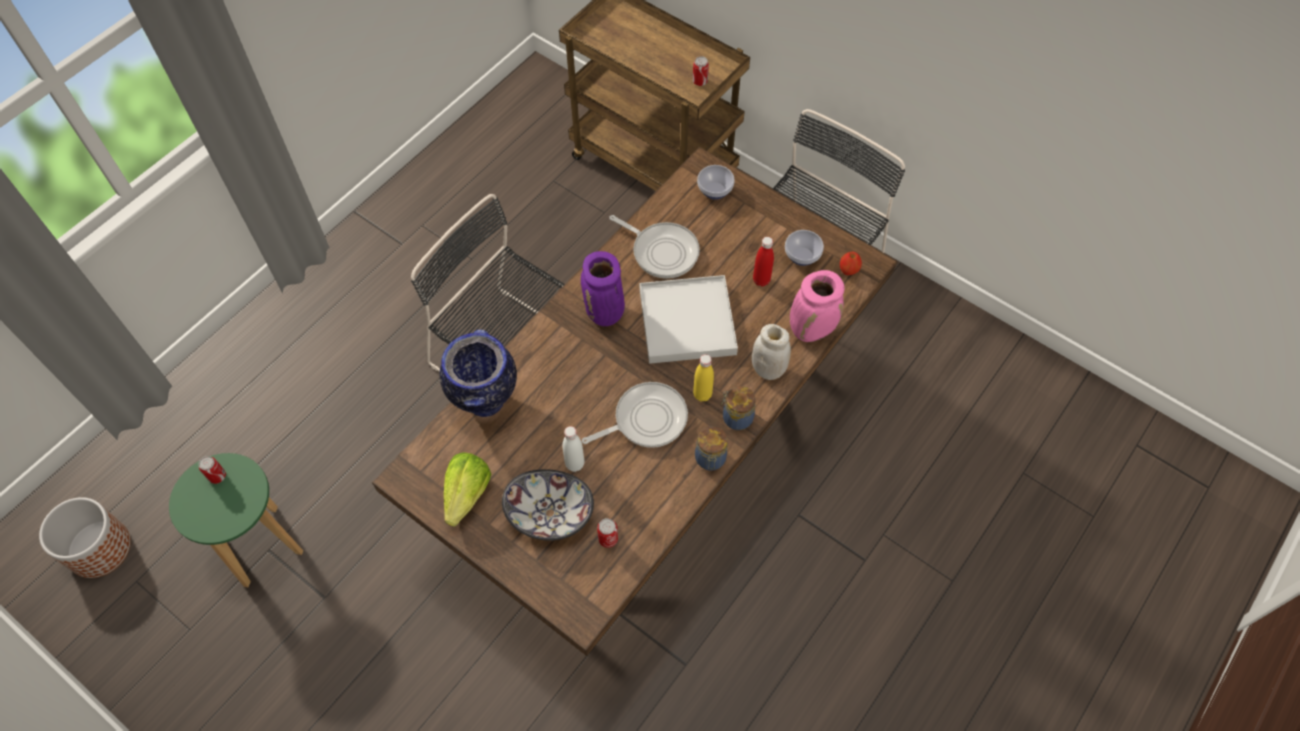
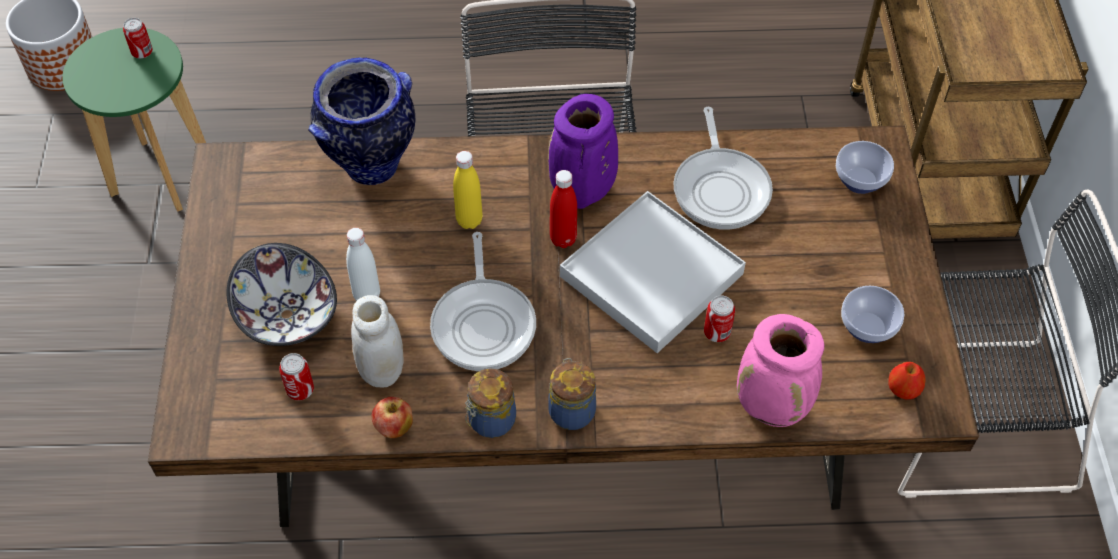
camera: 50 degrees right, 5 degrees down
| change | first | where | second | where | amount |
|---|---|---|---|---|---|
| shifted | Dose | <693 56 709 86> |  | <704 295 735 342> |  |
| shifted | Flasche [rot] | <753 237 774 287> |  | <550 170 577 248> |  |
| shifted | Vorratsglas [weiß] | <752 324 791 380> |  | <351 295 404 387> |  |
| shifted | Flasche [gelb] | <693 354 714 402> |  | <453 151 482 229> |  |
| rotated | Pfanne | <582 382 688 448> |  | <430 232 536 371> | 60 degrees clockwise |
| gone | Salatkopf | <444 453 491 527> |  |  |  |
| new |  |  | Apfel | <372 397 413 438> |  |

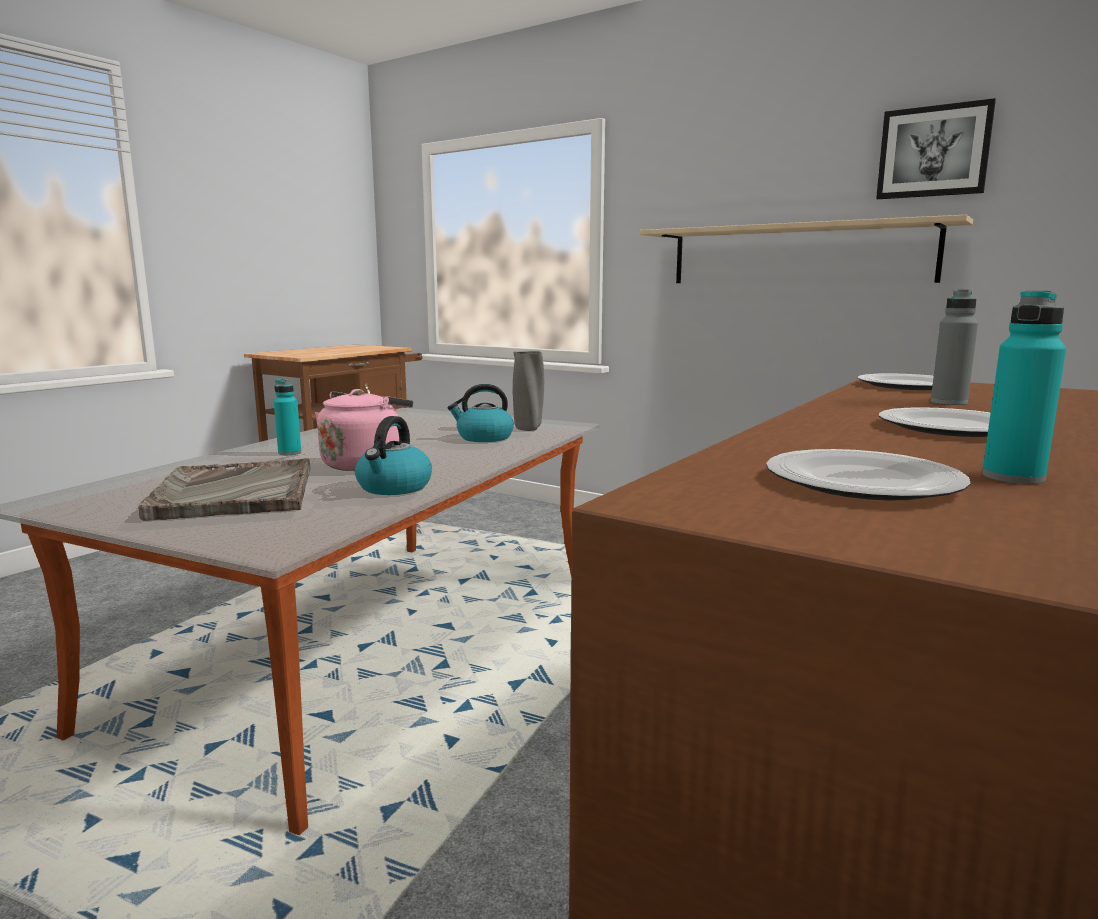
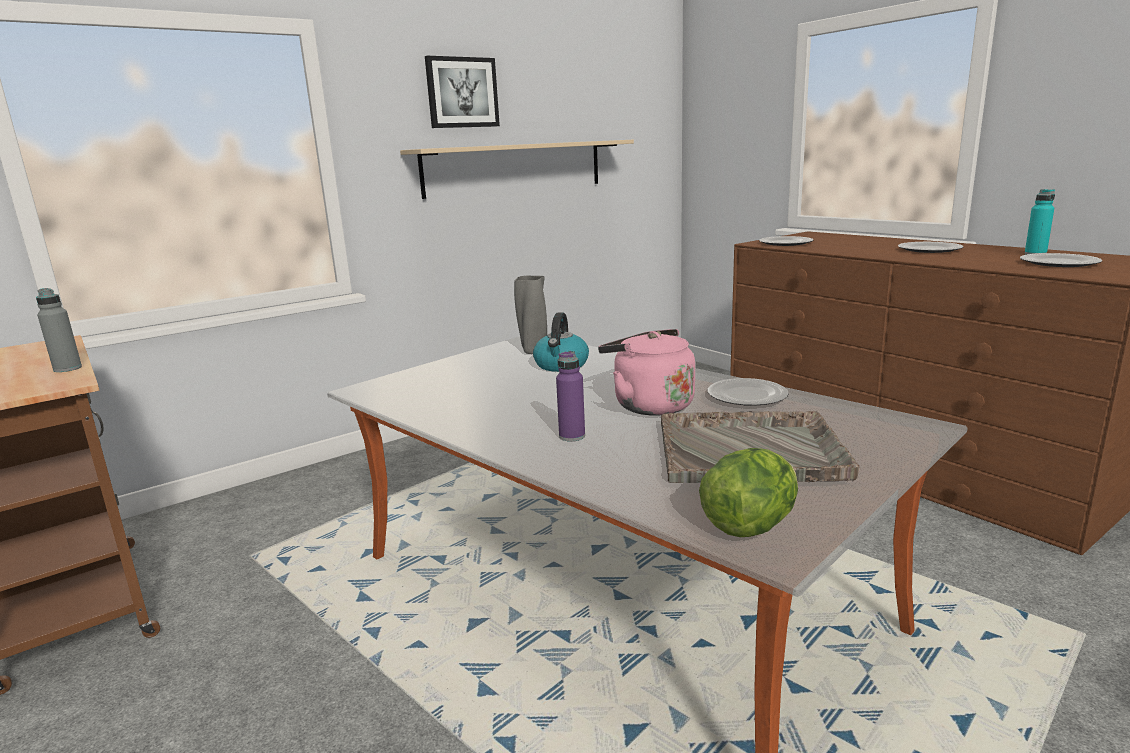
camera: 70 degrees left, 5 degrees up
| change | first | where | second | where | amount |
|---|---|---|---|---|---|
| shifted | Bild | <876 98 996 199> |  | <425 56 500 128> |  |
| shifted | Flasche [grau] | <931 289 978 405> |  | <36 288 82 372> |  |
| repainted | Flasche [türkis] | <274 378 301 455> | Flasche [lila] | <556 351 585 441> |  |
| swapped | Wasserkessel | <355 416 432 495> | Teller | <708 378 789 406> |  |
| new |  |  | Salatkopf | <699 448 798 537> |  |

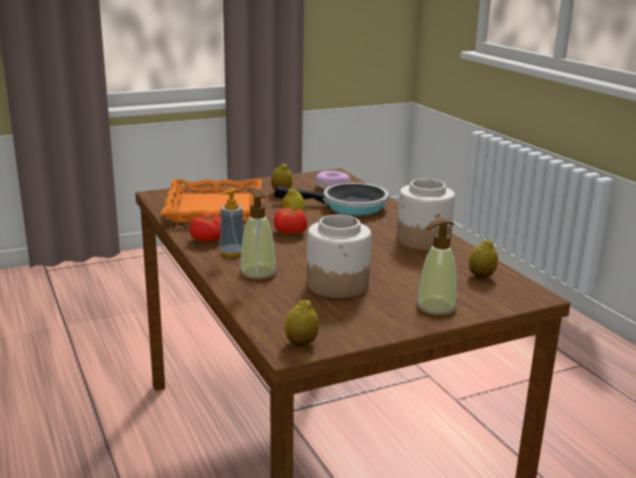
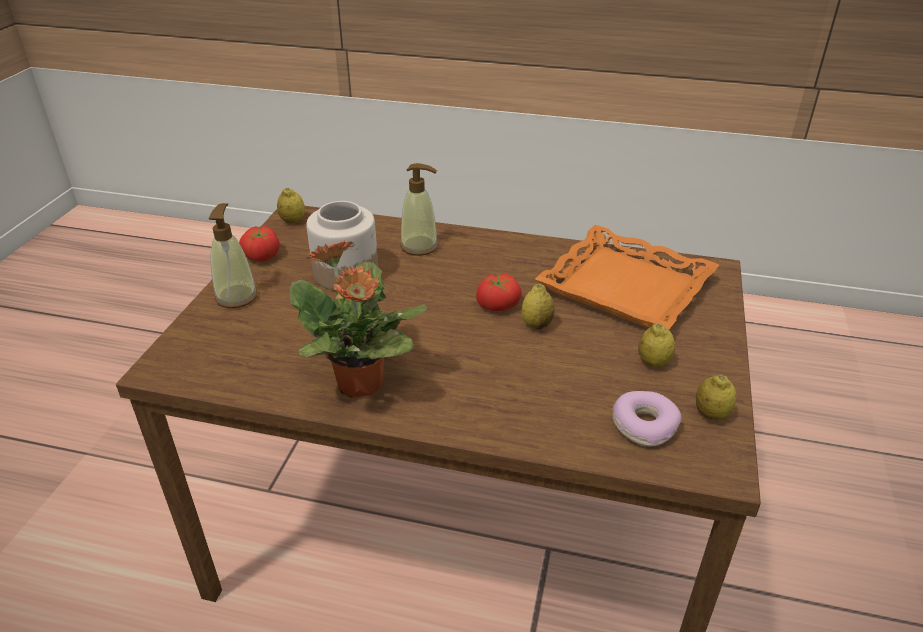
camera: 130 degrees right, 15 degrees up
| change | first | where | second | where | amount |
|---|---|---|---|---|---|
| swapped | Vorratsglas | <397 179 455 250> | Topfpflanze | <290 241 427 398> |  |
| gone | Pfanne | <274 183 389 216> |  |  |  |
| gone | Seifenspender | <220 188 244 257> |  |  |  |
| shifted | Tomate | <190 214 220 242> |  | <239 226 280 262> |  |
| shifted | Zitrone | <469 239 498 278> |  | <696 375 737 420> |  |

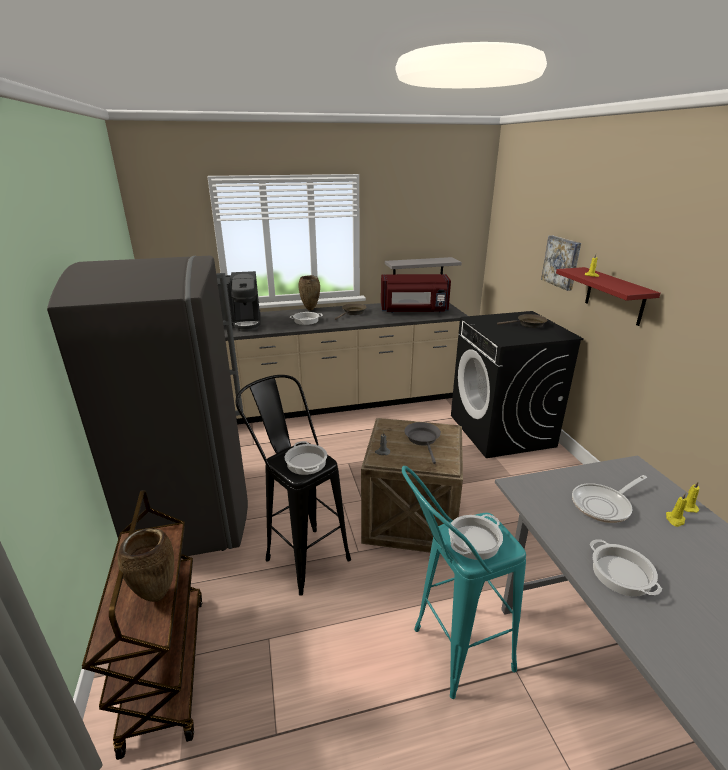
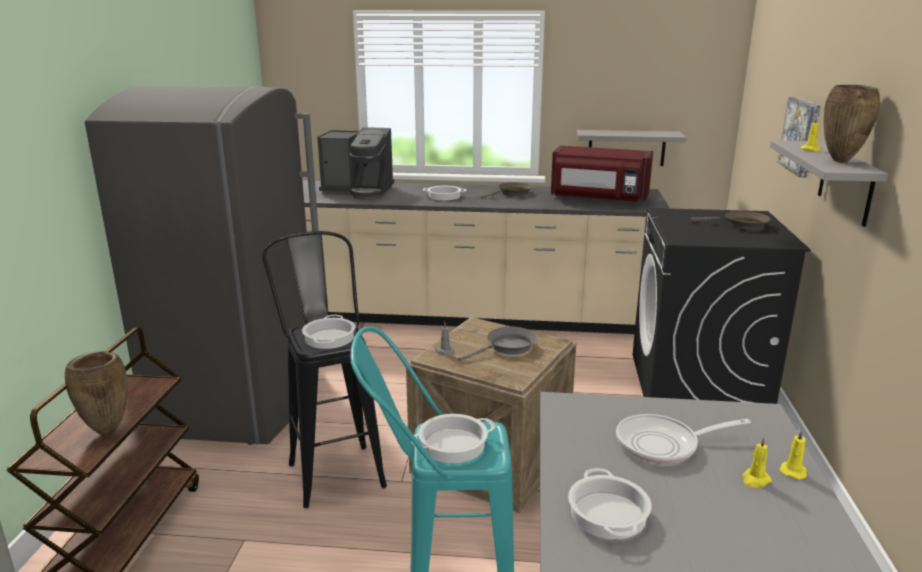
camera: 20 degrees right, 5 degrees down
| change | first | where | second | where | amount |
|---|---|---|---|---|---|
| repainted | Wandregal [rot] | <556 267 661 326> | Wandregal [grau] | <770 141 888 227> |  |
| shifted | Vase [braun] | <298 275 320 311> |  | <824 85 880 163> |  |
| rotated | Pfanne [grau] | <404 422 441 464> |  | <458 327 537 361> | 45 degrees clockwise |

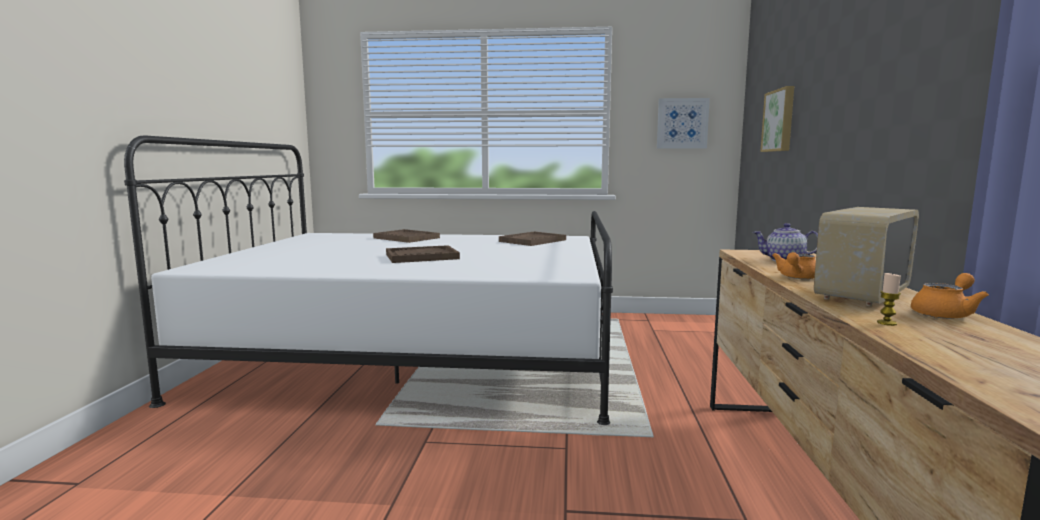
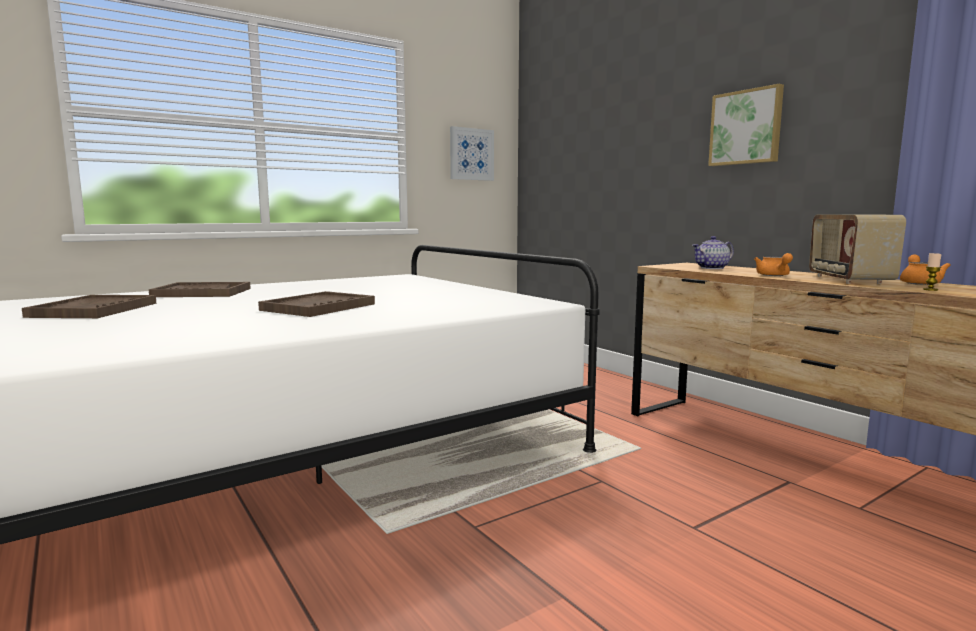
camera: 40 degrees left, 0 degrees up
| change | first | where | second | where | amount |
|---|---|---|---|---|---|
| shifted | Bild | <760 86 794 152> |  | <708 84 784 166> |  |
| shifted | Tablett [braun] | <499 231 566 246> |  | <22 295 156 318> |  |

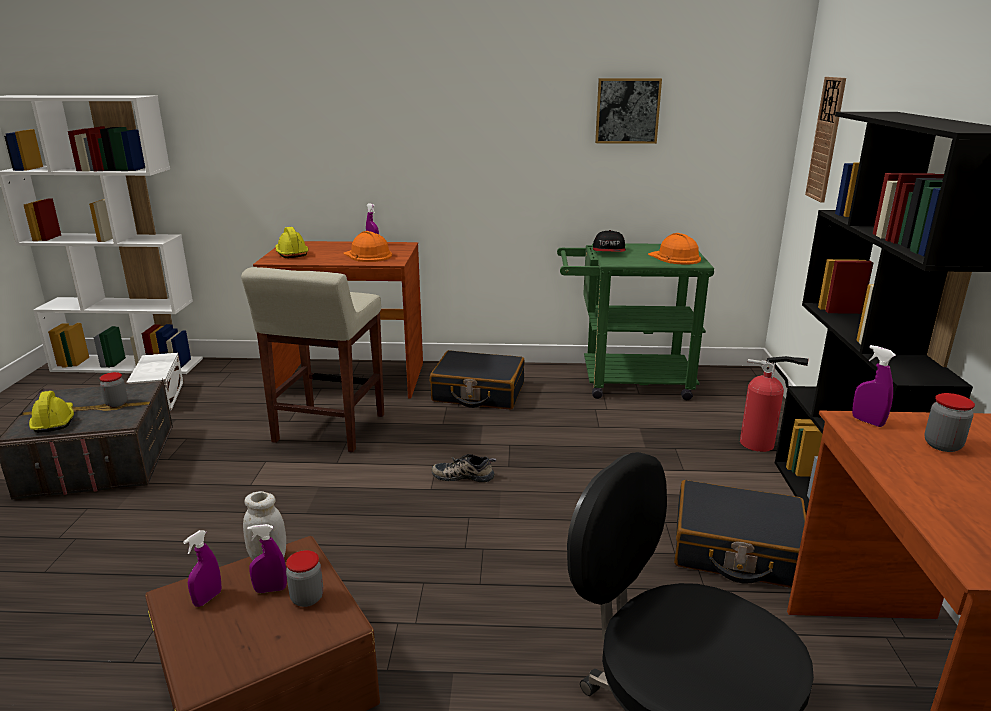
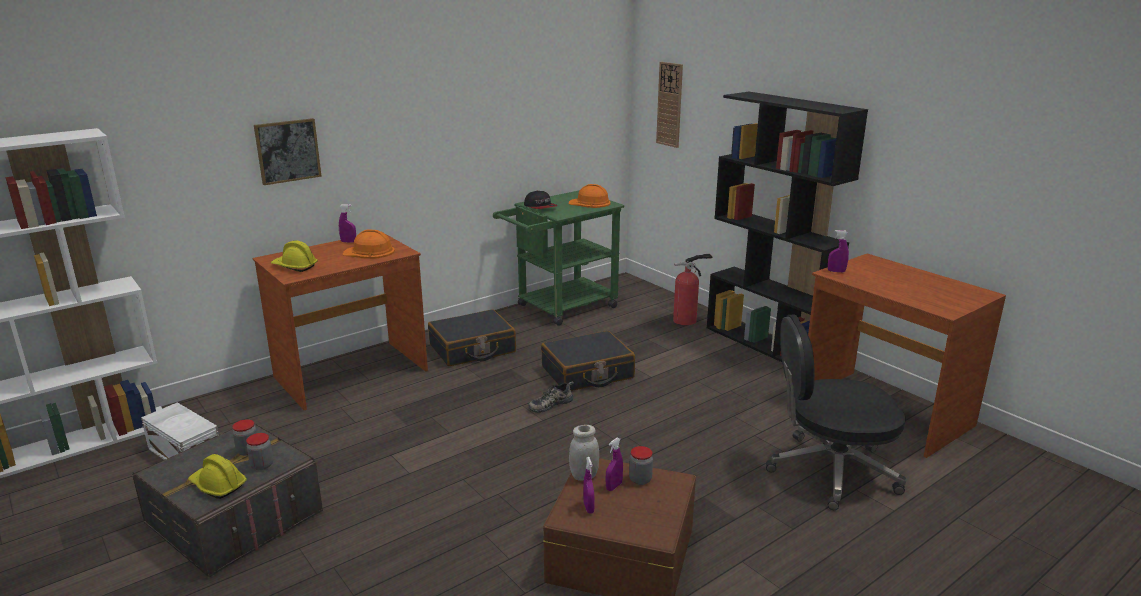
camera: 40 degrees left, 0 degrees up
| change | first | where | second | where | amount |
|---|---|---|---|---|---|
| shifted | Bild | <595 78 662 144> |  | <254 118 322 185> |  |
| gone | Hocker [beige] | <241 267 384 452> |  |  |  |
| shifted | Vorratsglas | <924 393 975 452> |  | <246 433 273 470> |  |
| shifted | Koffer [schwarz] | <674 480 806 588> |  | <541 331 635 391> |  |

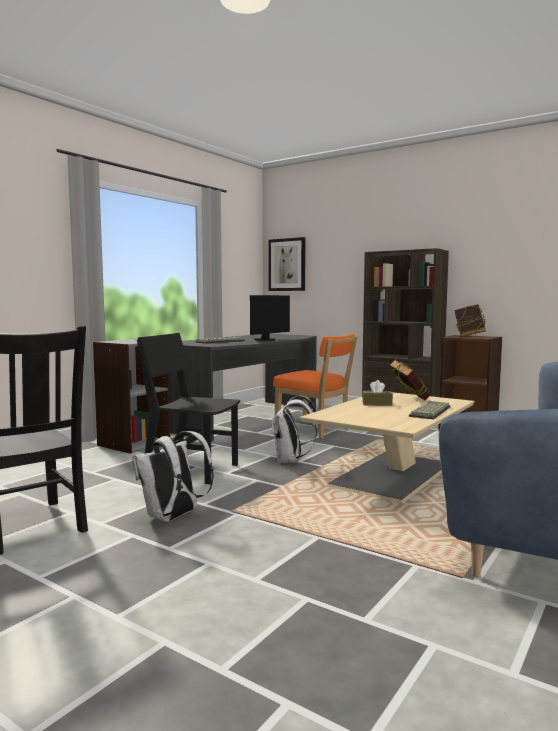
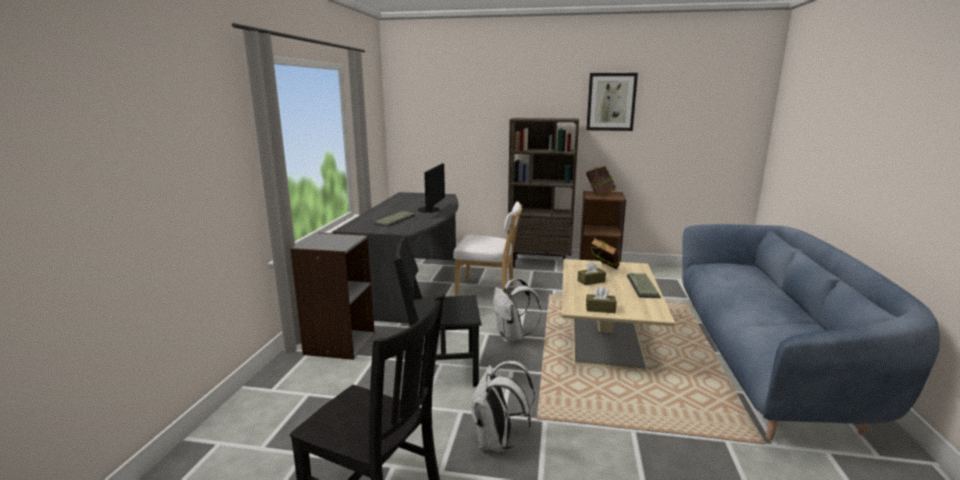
camera: 25 degrees left, 10 degrees up
| change | first | where | second | where | amount |
|---|---|---|---|---|---|
| shifted | Bild | <268 237 306 291> |  | <586 73 638 131> |  |
| repainted | Stuhl [orange] | <273 333 357 439> | Stuhl [weiß] | <453 201 522 296> |  |
| new |  |  | Taschentuchbox [braun] | <586 286 617 313> |  |

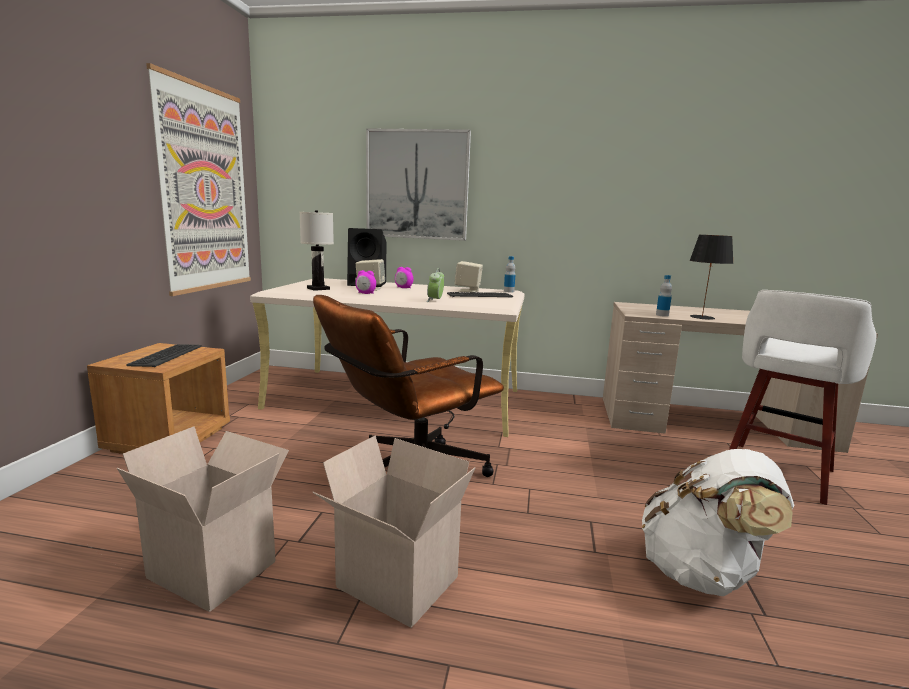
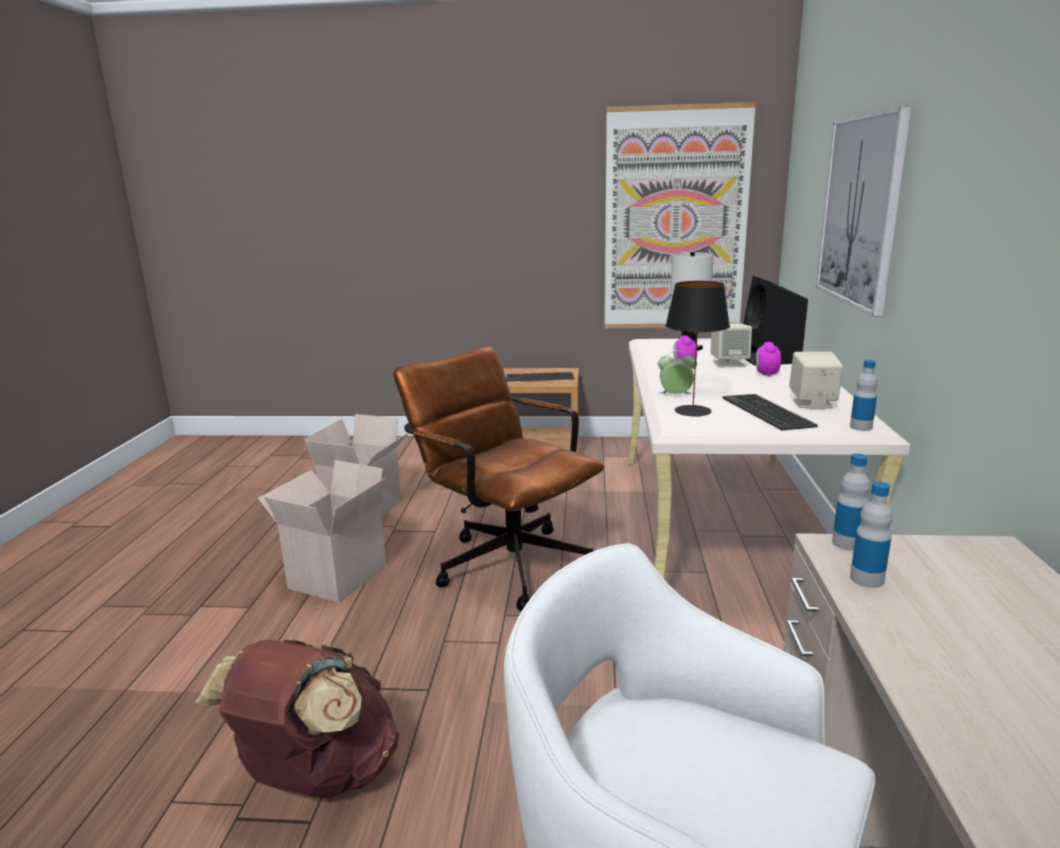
camera: 85 degrees right, 5 degrees up
| change | first | where | second | where | amount |
|---|---|---|---|---|---|
| shifted | Tischlampe [schwarz] | <690 235 733 320> |  | <665 281 730 416> |  |
| repainted | Rucksack [weiß] | <642 449 795 596> | Rucksack [braun] | <195 639 399 798> |  |
| new |  |  | Flasche | <832 453 870 551> |  |

